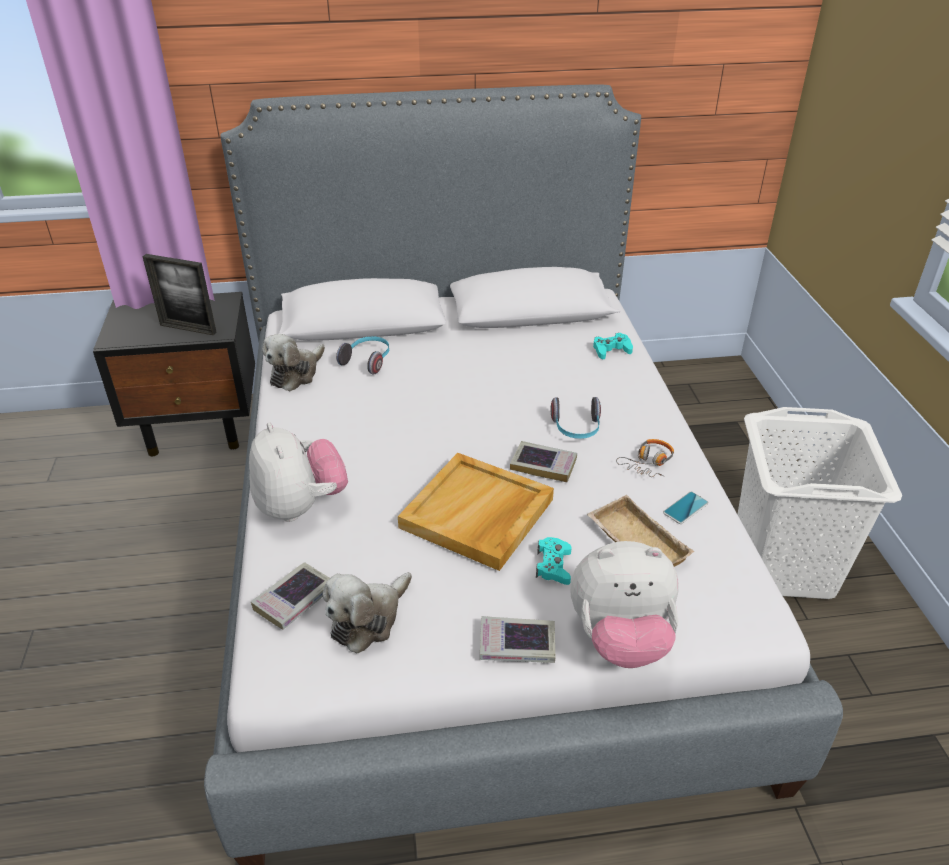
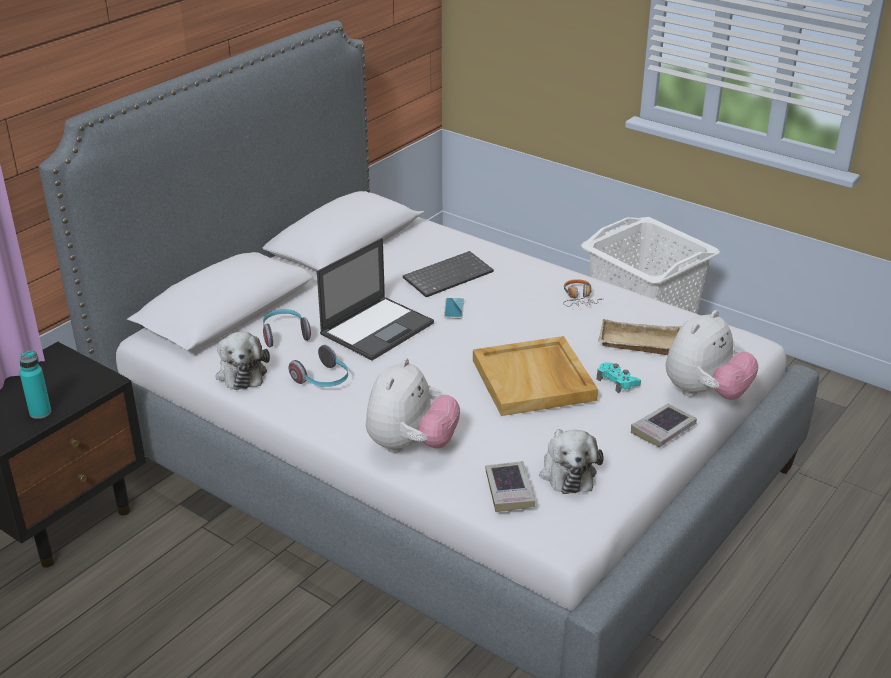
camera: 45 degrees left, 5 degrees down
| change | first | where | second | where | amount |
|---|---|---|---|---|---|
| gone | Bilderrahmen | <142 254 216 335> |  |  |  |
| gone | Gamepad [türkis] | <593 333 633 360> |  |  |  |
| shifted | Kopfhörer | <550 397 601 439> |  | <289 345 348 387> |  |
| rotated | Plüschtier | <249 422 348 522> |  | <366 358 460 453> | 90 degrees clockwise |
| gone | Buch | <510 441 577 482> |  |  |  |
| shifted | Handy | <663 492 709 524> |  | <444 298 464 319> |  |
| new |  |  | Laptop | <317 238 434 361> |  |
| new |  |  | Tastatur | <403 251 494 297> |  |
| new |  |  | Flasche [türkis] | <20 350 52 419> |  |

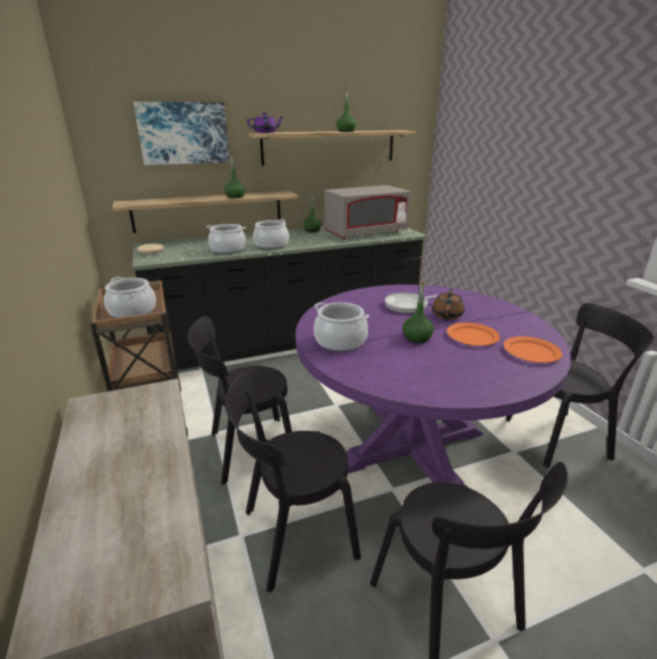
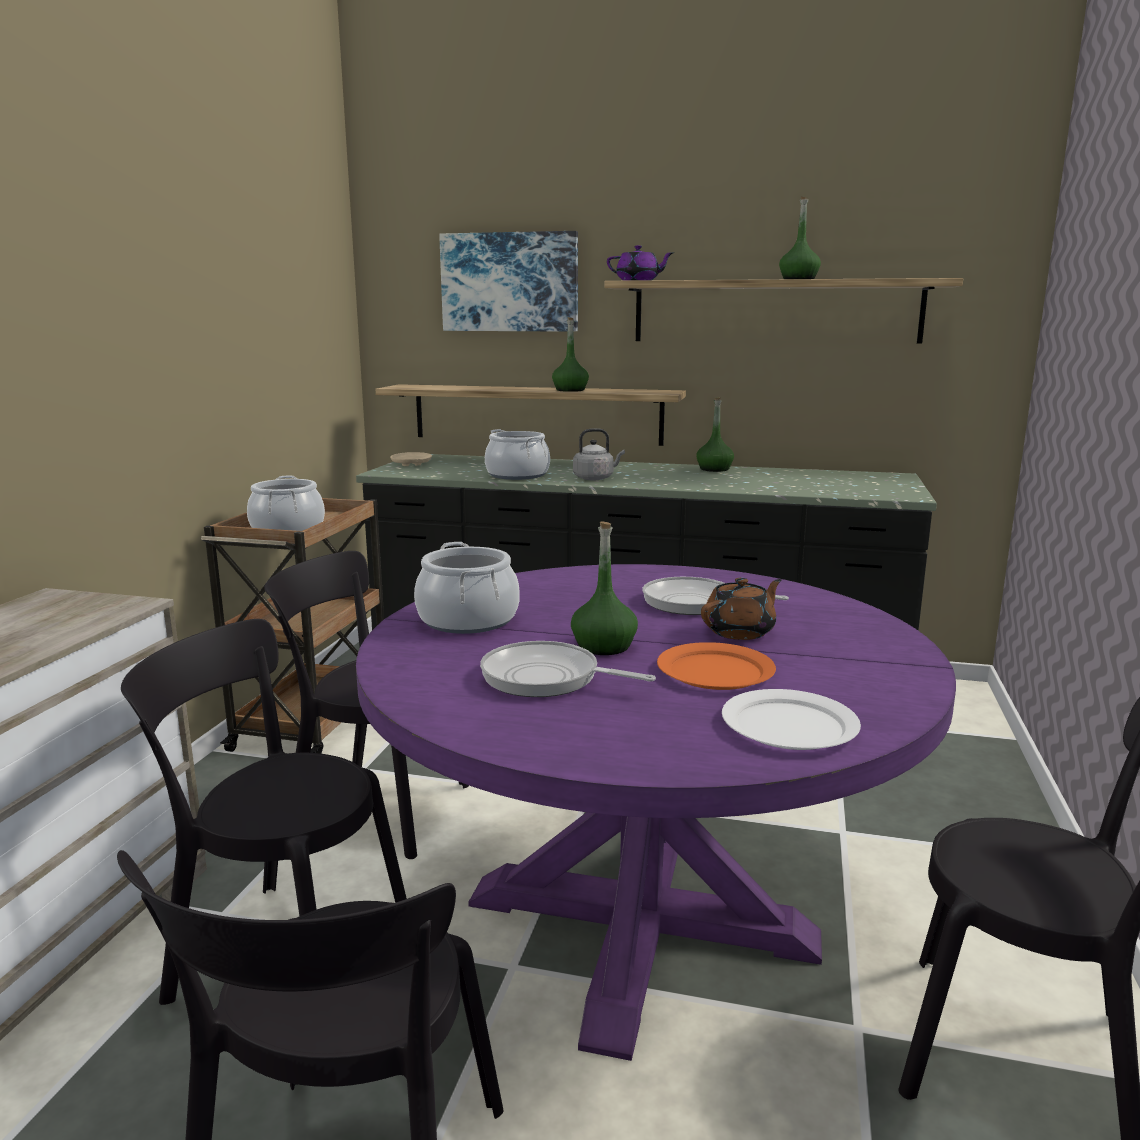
camera: 35 degrees right, 10 degrees down
| change | first | where | second | where | amount |
|---|---|---|---|---|---|
| gone | Mikrowelle [grau] | <324 185 411 239> |  |  |  |
| swapped | Kochtopf | <253 219 289 249> | Wasserkessel [grau] | <573 428 625 480> |  |
| repainted | Teller [orange] | <504 336 562 363> | Teller [weiß] | <722 689 861 750> |  |
| new |  |  | Pfanne | <480 641 656 697> |  |

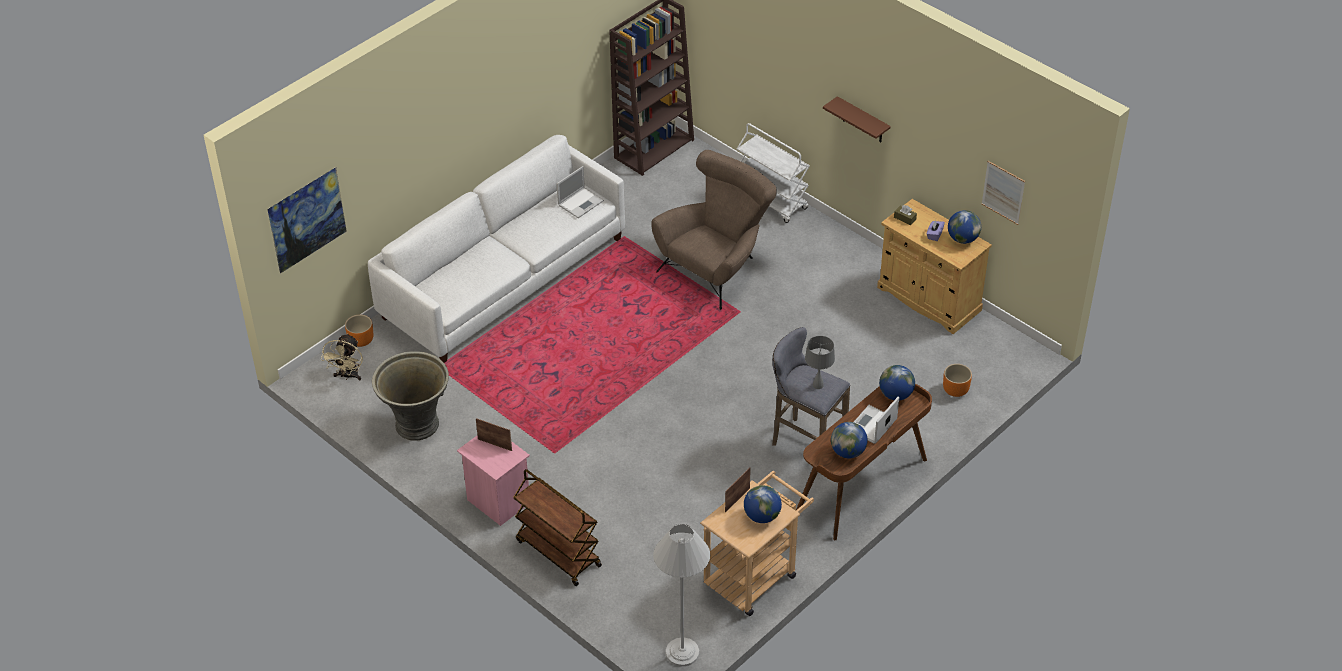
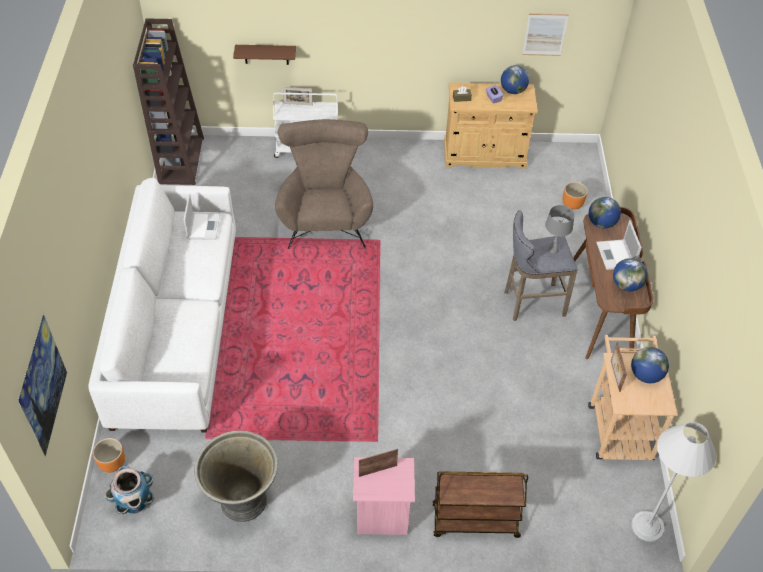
camera: 45 degrees left, 5 degrees up
| change | first | where | second | where | amount |
|---|---|---|---|---|---|
| shifted | Wandregal [braun] | <823 96 891 142> |  | <233 45 296 65> |  |
| swapped | Ventilator [beige] | <321 333 363 380> | Pflanzkübel | <104 466 154 514> |  |
| new |  |  | Bilderrahmen | <282 87 313 106> |  |

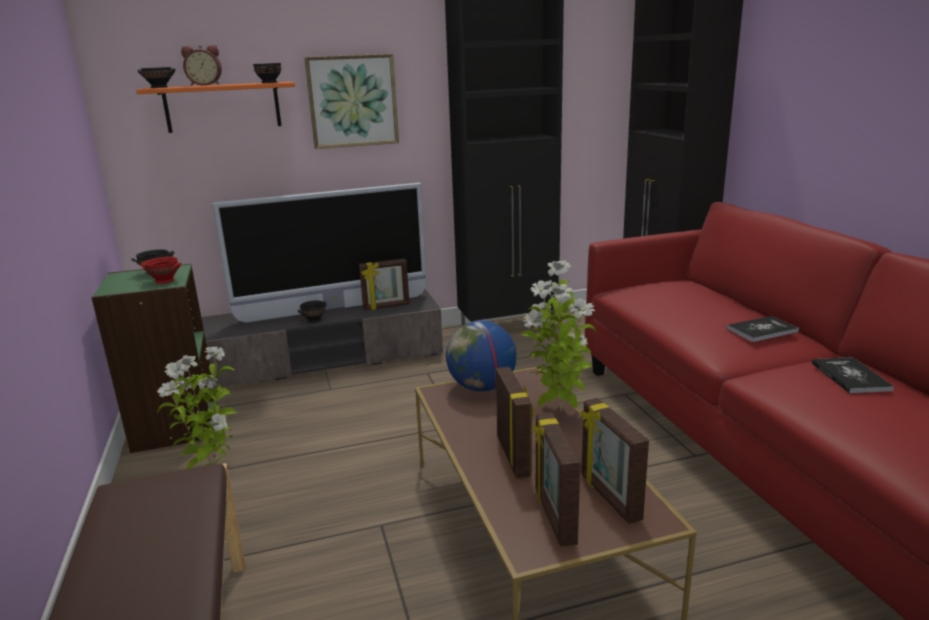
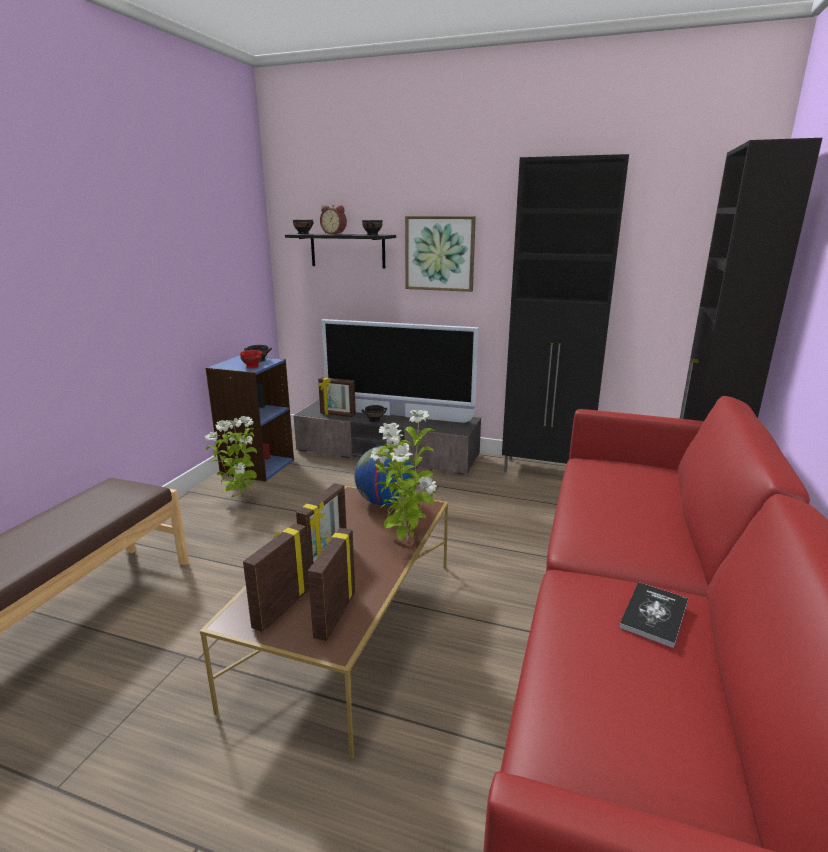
camera: 35 degrees right, 0 degrees up
| change | first | where | second | where | amount |
|---|---|---|---|---|---|
| repainted | Wandregal [orange] | <136 82 295 133> | Wandregal [schwarz] | <285 234 396 269> |  |
| shifted | Bilderrahmen | <359 259 410 310> |  | <318 377 356 417> |  |
| repainted | Bücherregal [grün] | <91 264 217 453> | Bücherregal [blau] | <206 355 294 482> |  |
| gone | Buch | <727 316 799 342> |  |  |  |

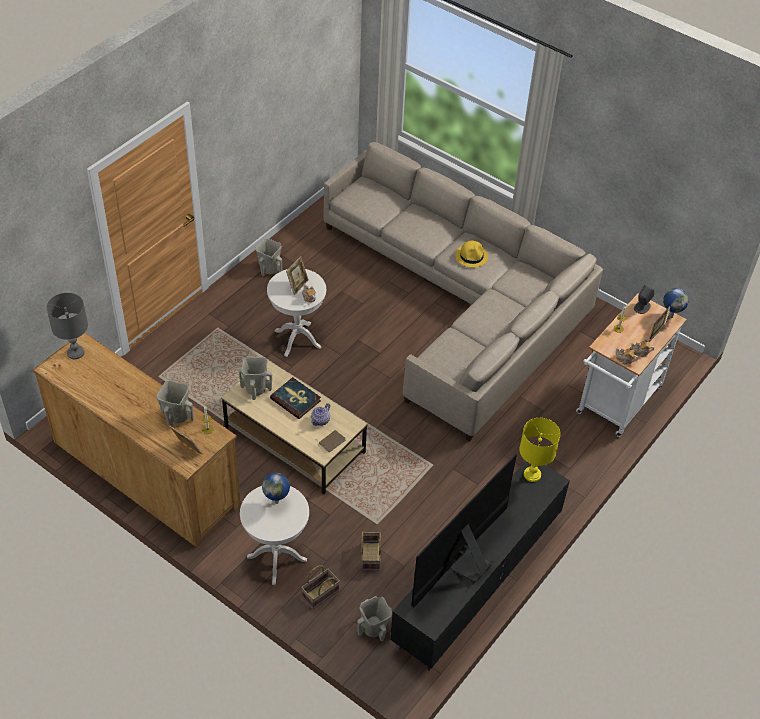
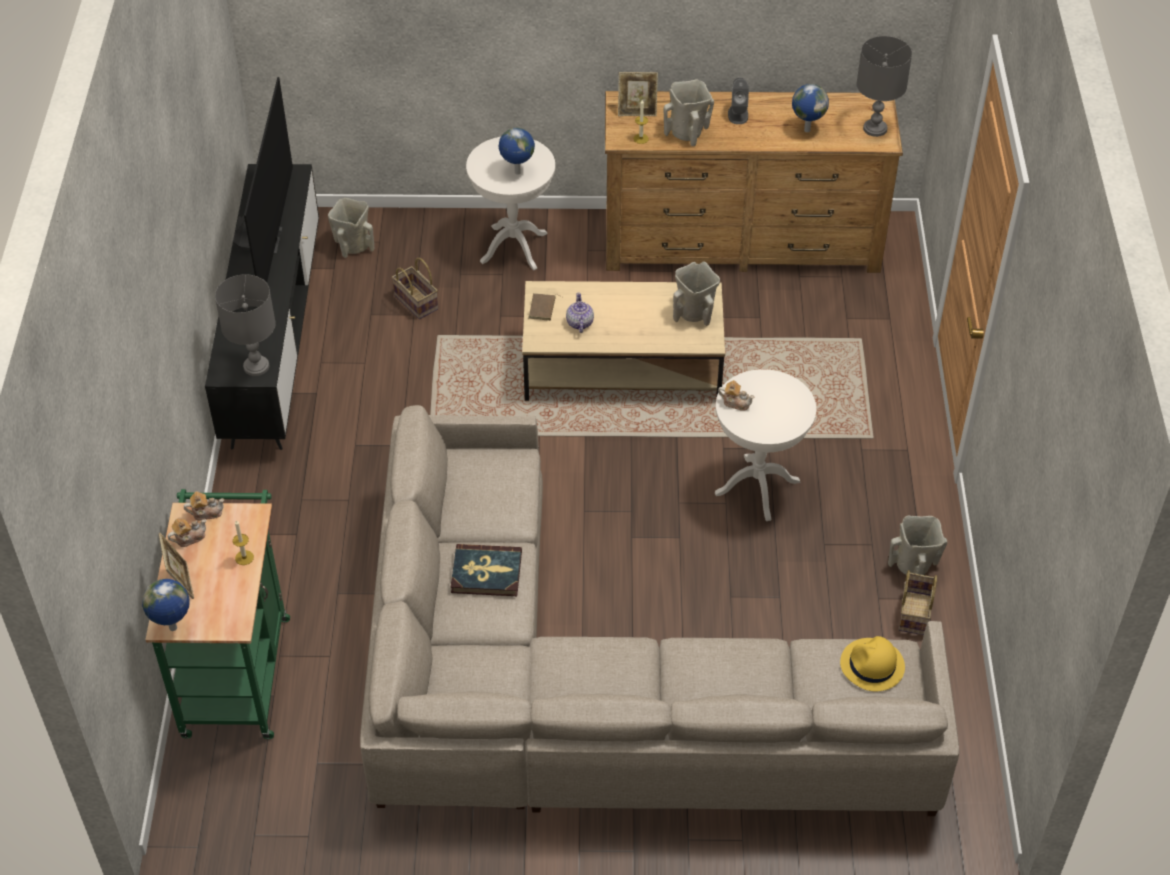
camera: 145 degrees right, 0 degrees up
| change | first | where | second | where | amount |
|---|---|---|---|---|---|
| shifted | Hut [gelb] | <455 241 488 267> |  | <840 636 905 691> |  |
| gone | Bilderrahmen | <286 256 309 295> |  |  |  |
| shifted | Lautsprecher [grau] | <634 285 654 314> |  | <728 78 749 124> |  |
| repainted | Rollwagen [weiß] | <576 294 687 437> | Rollwagen [grün] | <145 489 290 739> |  |
| shifted | Buch | <270 377 321 419> |  | <451 544 522 596> |  |
| repainted | Tischlampe [gelb] | <519 418 561 482> | Tischlampe [grau] | <215 274 276 376> |  |
| shifted | Korb | <301 565 340 609> |  | <898 570 937 635> |  |
| new |  |  | Globus | <792 84 829 132> |  |

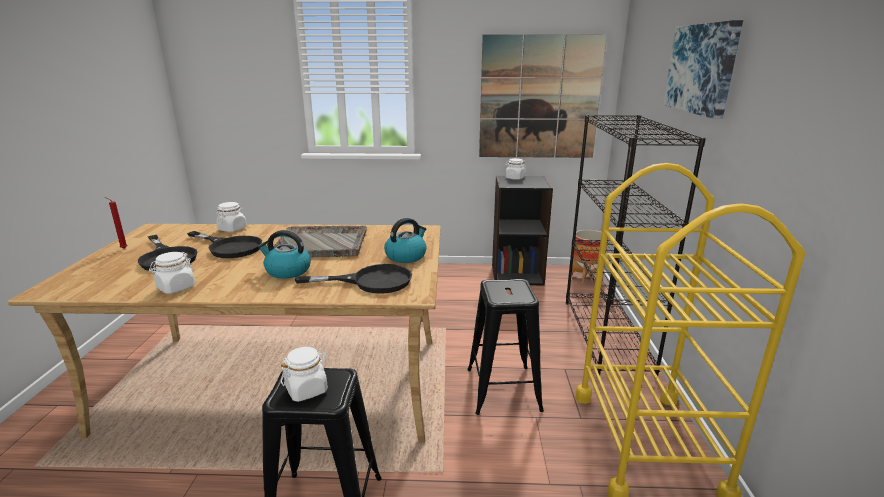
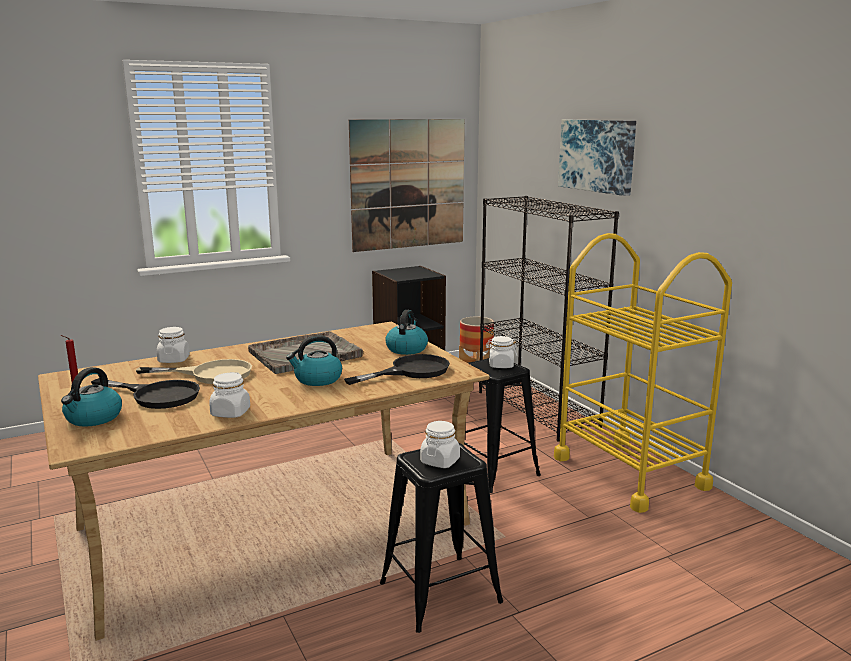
camera: 30 degrees left, 5 degrees down
| change | first | where | second | where | amount |
|---|---|---|---|---|---|
| shifted | Vorratsglas [weiß] | <505 158 526 180> |  | <486 336 517 368> |  |
| repainted | Pfanne [schwarz] | <187 231 262 258> | Pfanne [beige] | <135 359 252 384> |  |
| new |  |  | Wasserkessel | <61 367 122 427> |  |

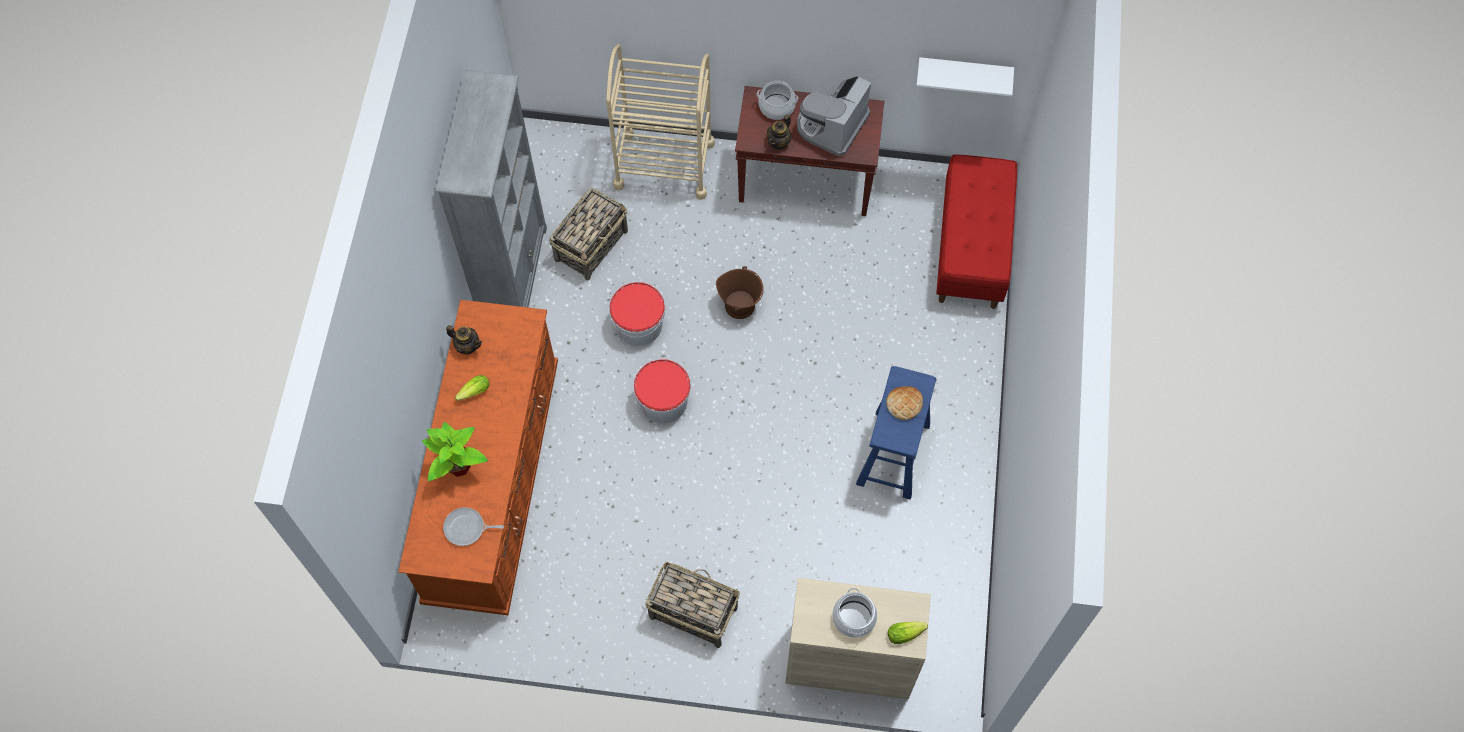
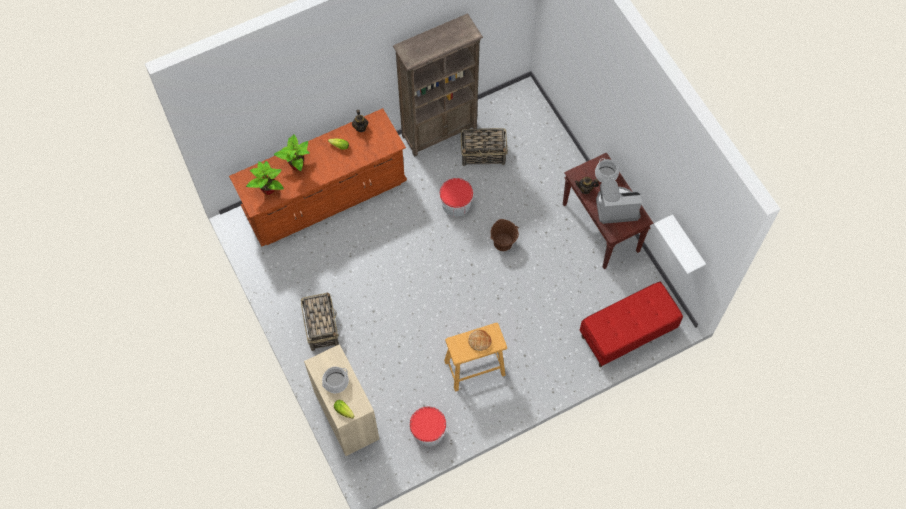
camera: 55 degrees right, 0 degrees up
| change | first | where | second | where | amount |
|---|---|---|---|---|---|
| gone | Rollwagen [beige] | <606 44 715 200> |  |  |  |
| repainted | Bücherregal [grau] | <436 70 547 307> | Bücherregal [braun] | <393 14 483 157> |  |
| shifted | Eimer | <633 359 691 423> |  | <409 406 447 447> |  |
| repainted | Hocker [blau] | <856 366 936 499> | Hocker [beige] | <444 323 507 392> |  |
| swapped | Pfanne | <443 507 504 546> | Topfpflanze | <246 161 284 195> |  |

